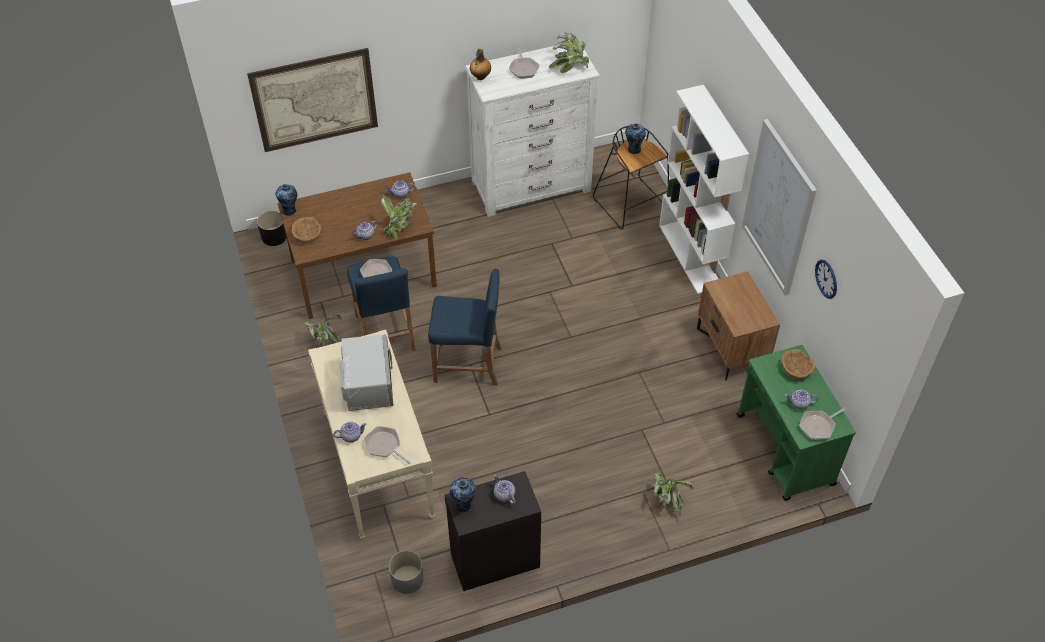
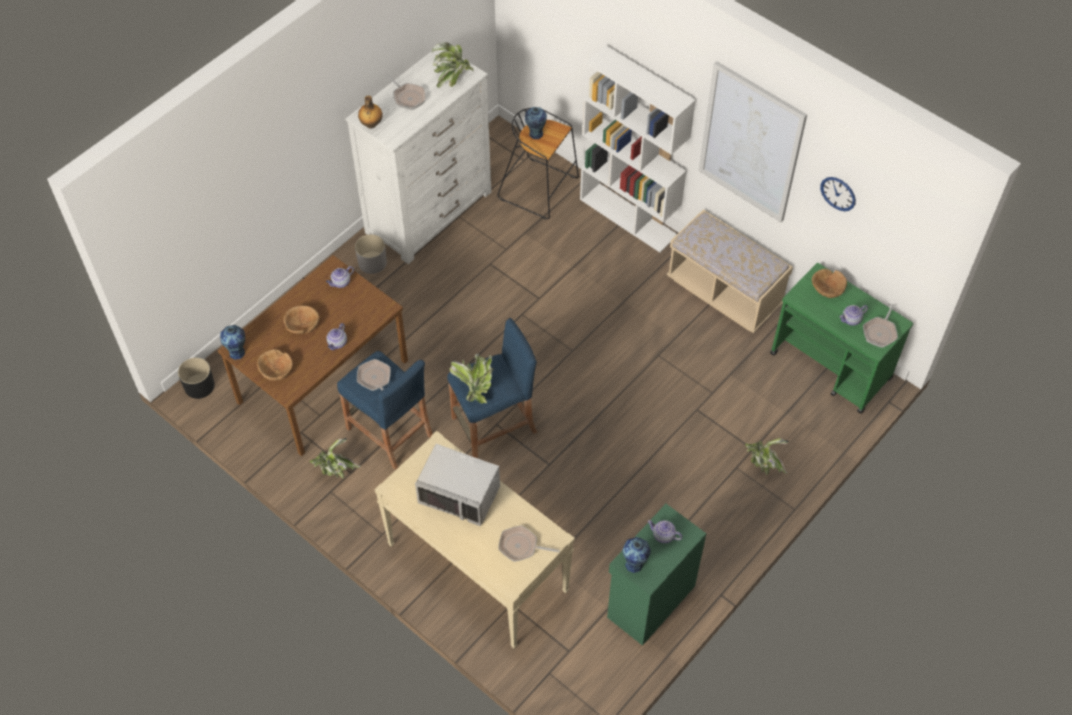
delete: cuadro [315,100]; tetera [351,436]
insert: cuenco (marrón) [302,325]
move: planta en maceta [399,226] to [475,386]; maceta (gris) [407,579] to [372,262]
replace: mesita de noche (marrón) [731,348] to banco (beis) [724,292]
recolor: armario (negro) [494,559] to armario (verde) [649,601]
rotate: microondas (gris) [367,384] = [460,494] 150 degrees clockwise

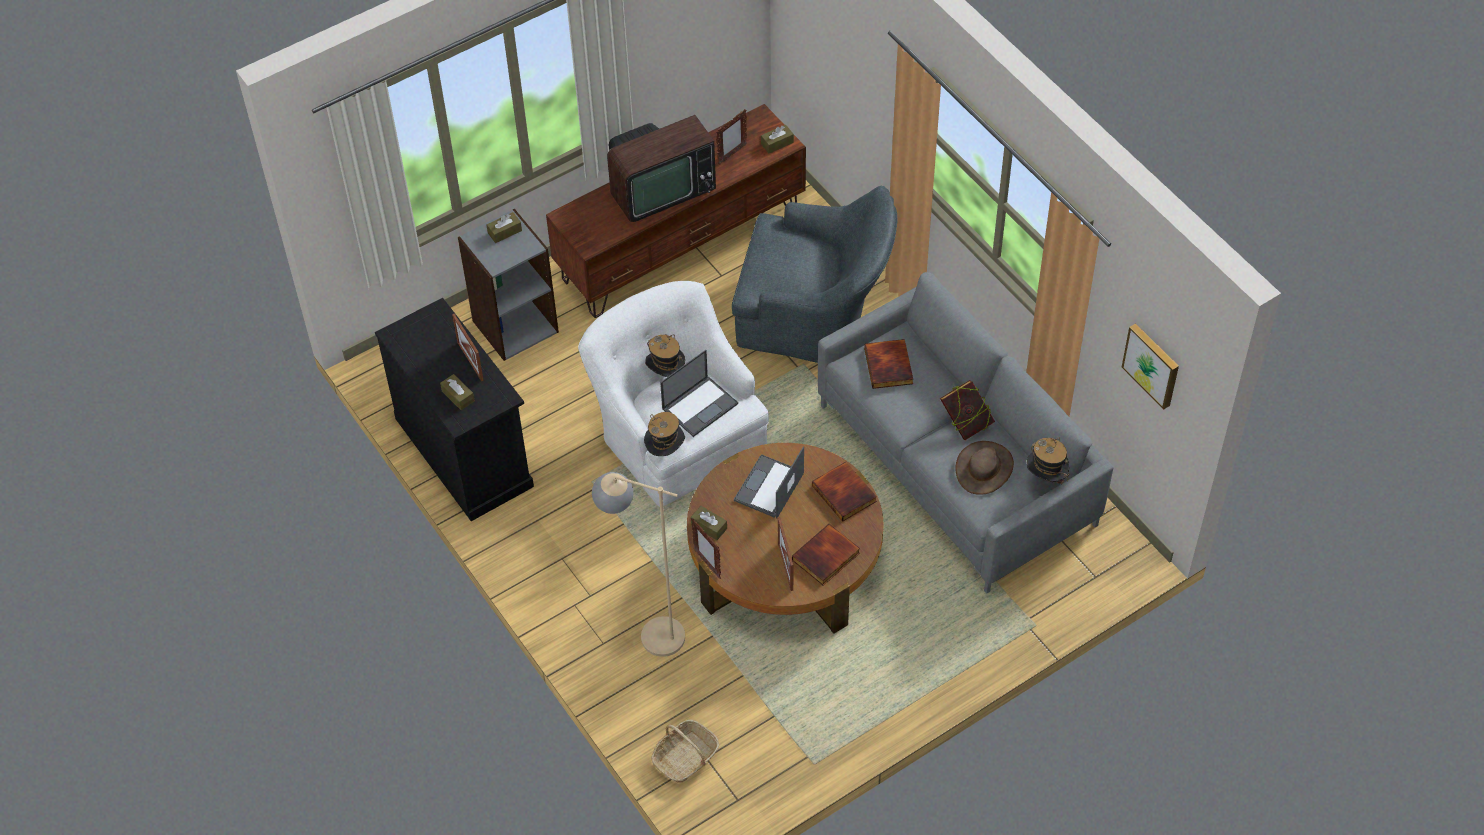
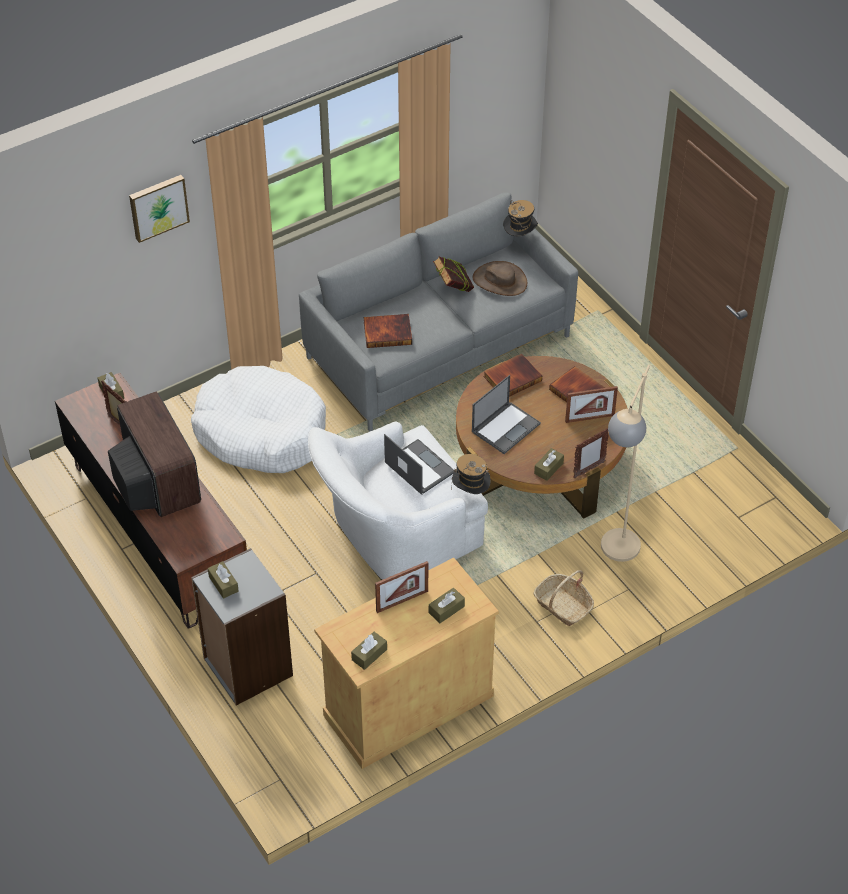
delete: sombrero [666,374]
insert: caja de pañuelos (marrón) [369,654]
move: cesta [685,758] to [563,606]; cuadro [1152,364] to [158,206]
replace: sillón (gris) [816,314] to cama para perro (blanco) [261,432]
recolor: armario (negro) [464,452] to armario (beis) [408,705]
rotate: portátil [769,488] = [506,427] 75 degrees counterclockwise

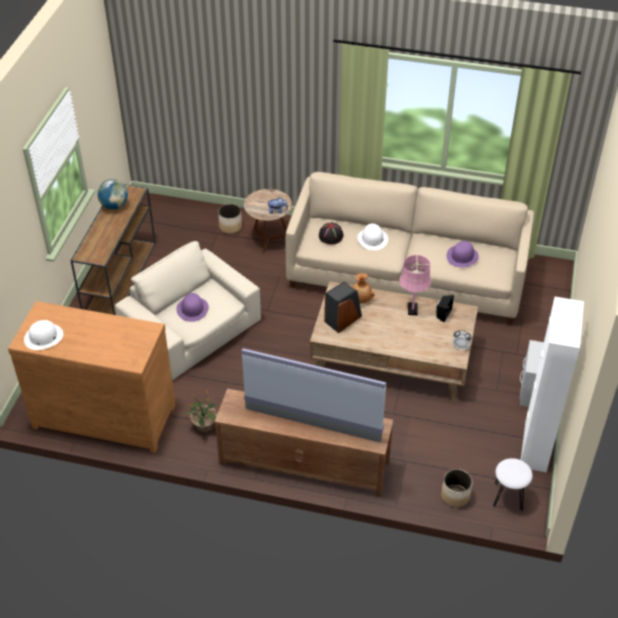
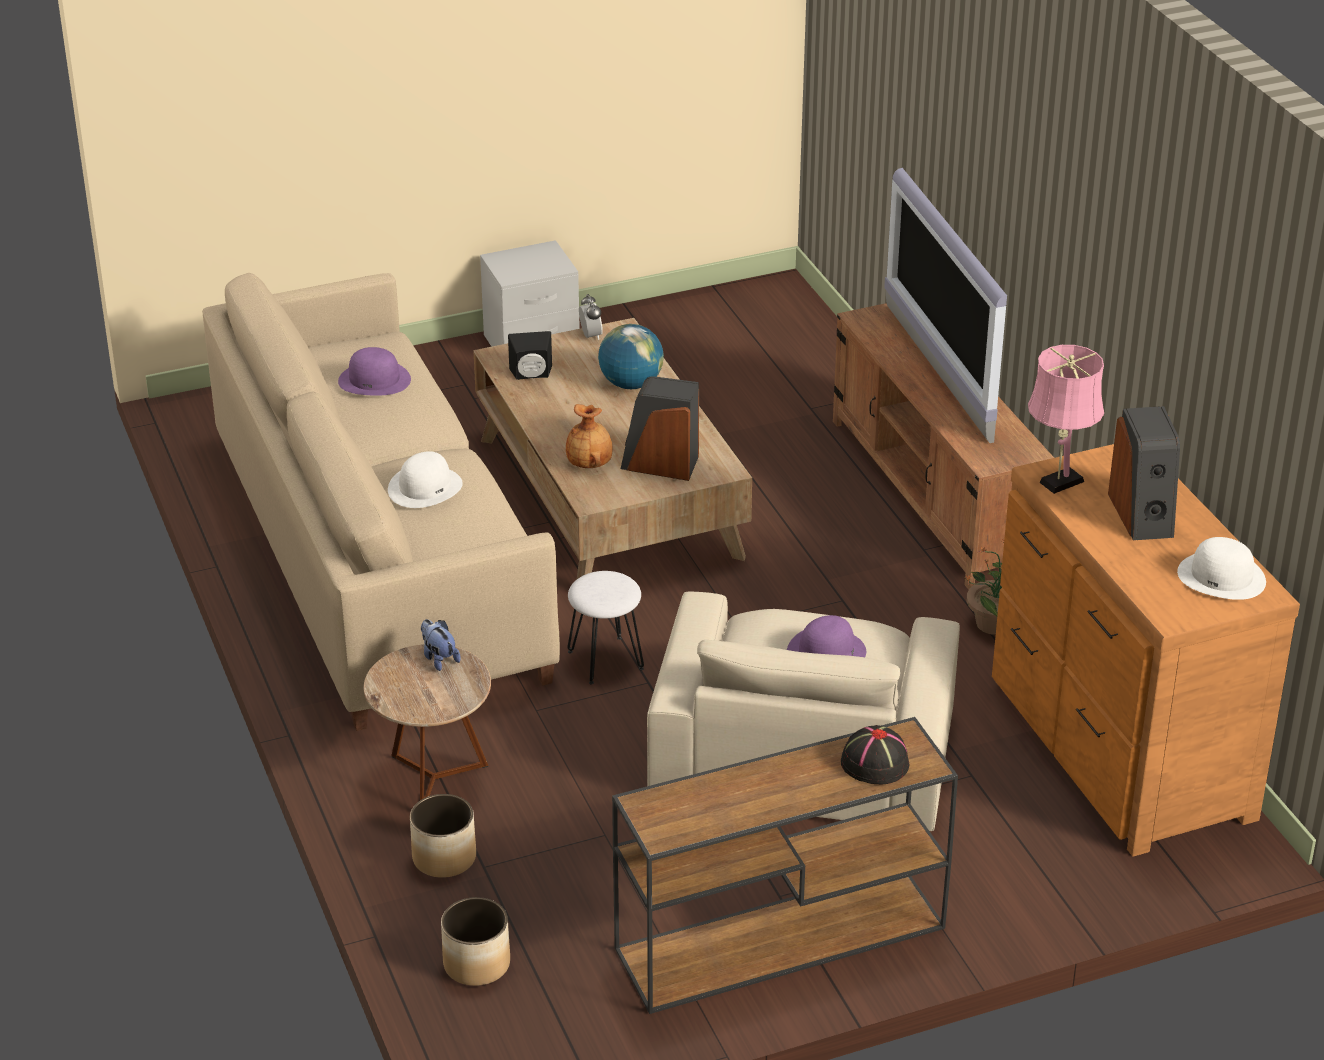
delete: armario (blanco) [535,446]
insert: altavoz [1142,514]
move: globo terráqueo [114,205] to [631,384]; sombrero (negro) [331,236] to [874,763]; lámpara de mesa (rosa) [412,308] to [1058,483]; maceta [455,496] to [477,964]; taburete (blanco) [508,498] to [606,660]

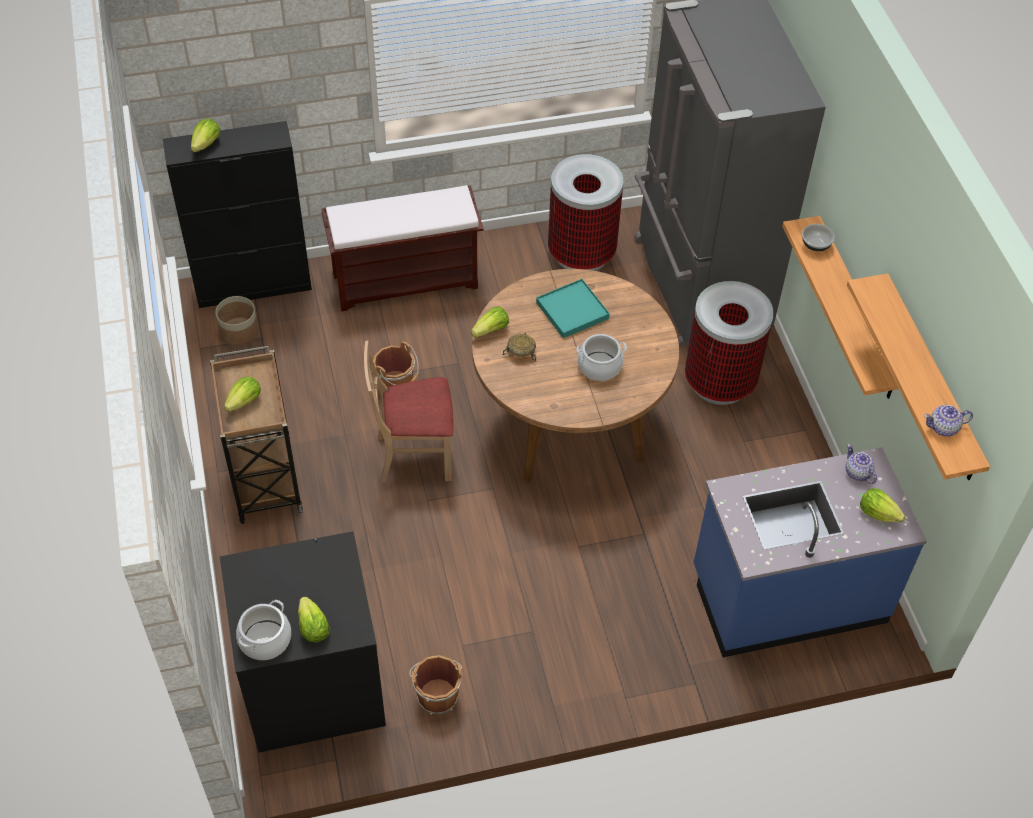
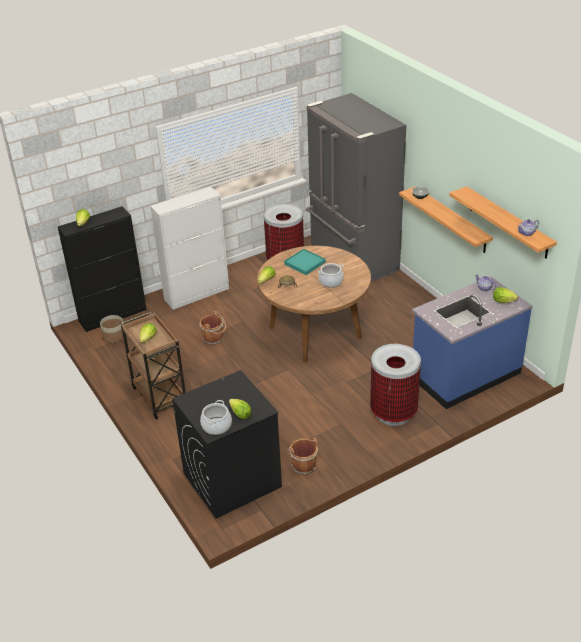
delete: silla (beis) [414,456]
move: papelera [719,382] to [393,412]
replace: banco (marrón) [406,280] to armario (blanco) [197,294]

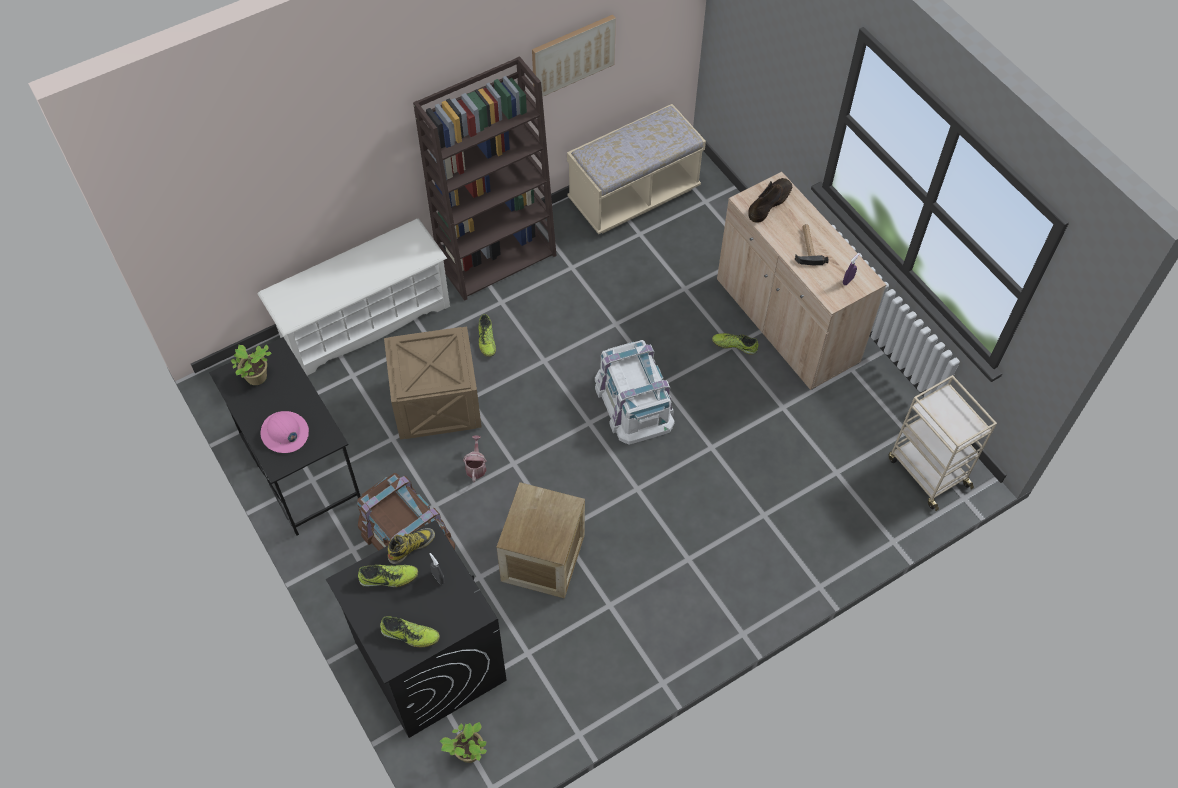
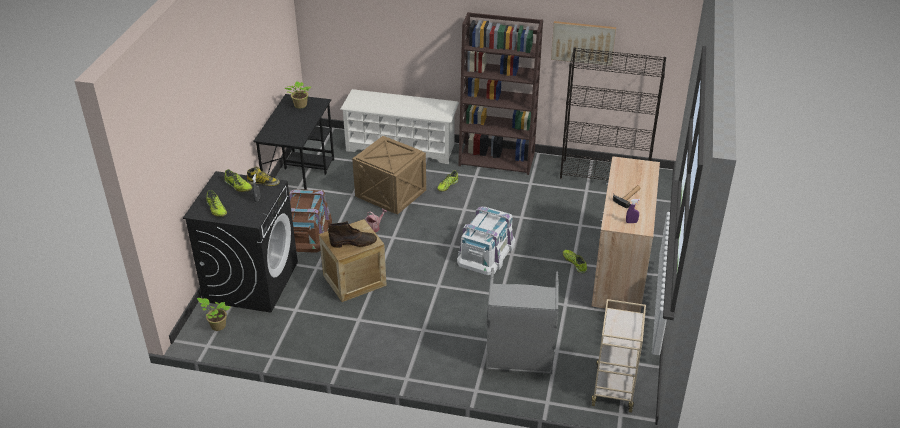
delete: casco (rosa) [284,433]
insert: cesto de la ropa (gris) [519,359]
move: bota (marrón) [770,202] to [354,242]
replace: banco (beis) [633,195] to estantería (negro) [605,174]

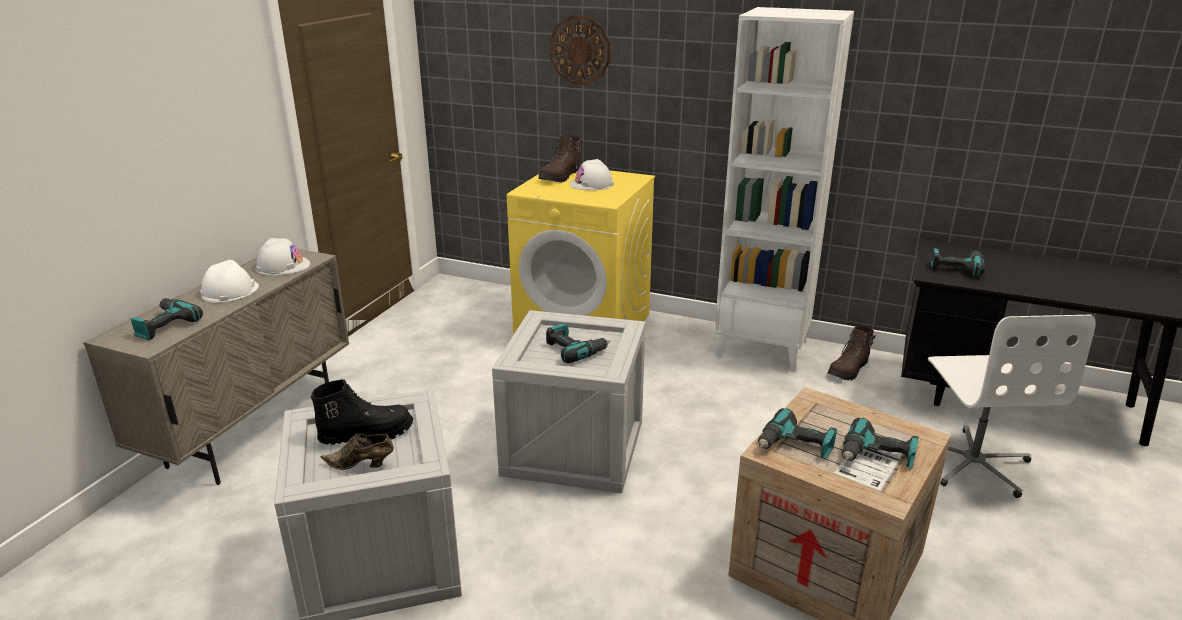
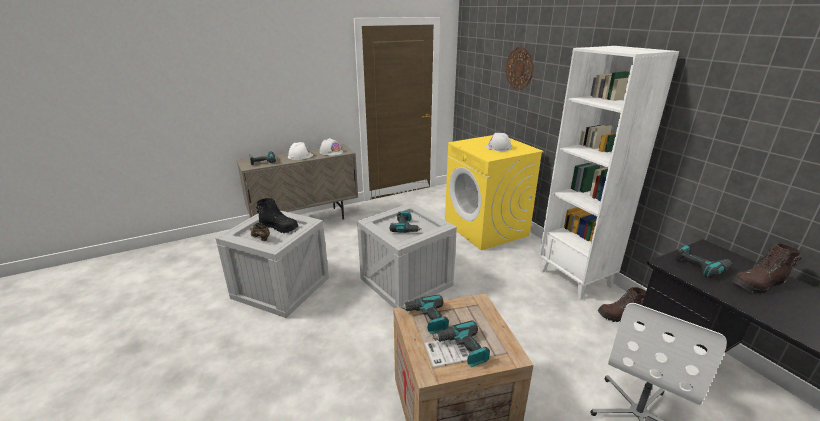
move: bota (marrón) [561,177] to [759,285]

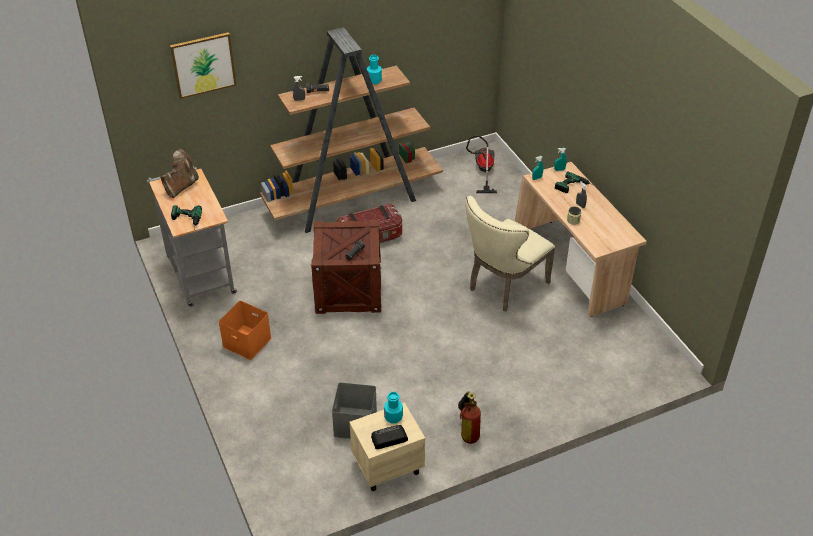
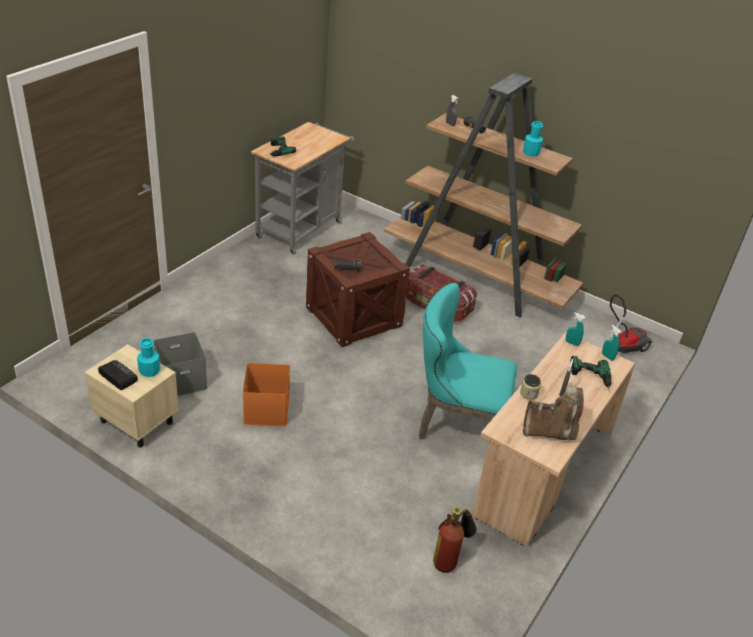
delete: cuadro [203,64]
move: bota (marrón) [181,186] to [550,432]; caja de almacenaje (naranja) [246,342] to [265,409]; extintor [468,431] to [451,558]
recolor: silla (beis) [504,287] to silla (turquesa) [456,425]

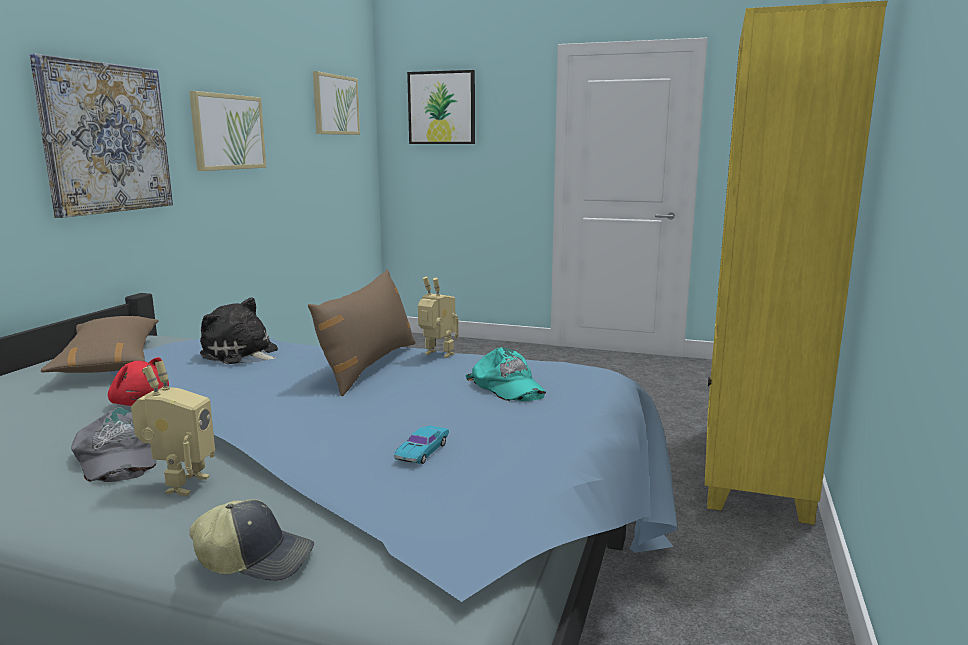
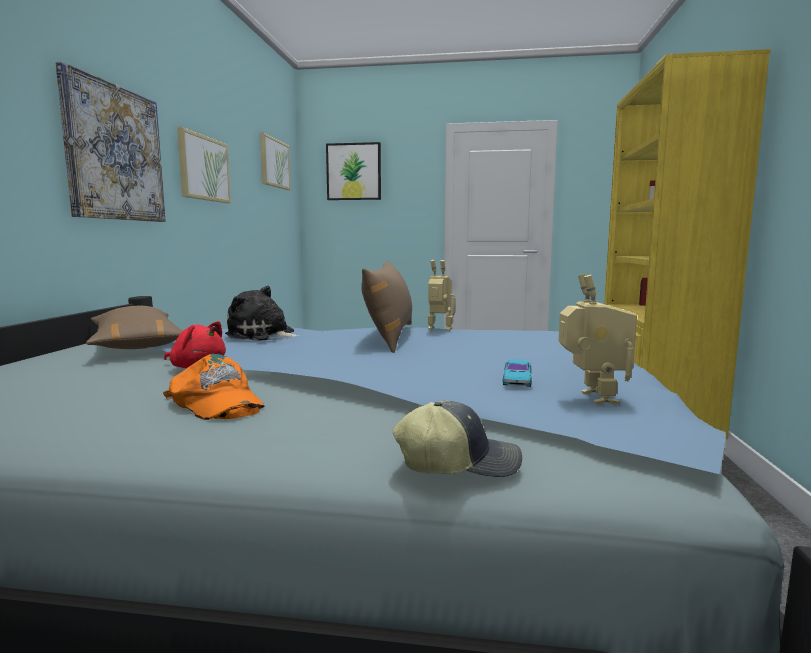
delete: gorra (turquesa) [507,386]
move: robot de juguete [180,484] to [592,398]
recolor: gorra (gris) [115,458] to gorra (naranja) [216,402]

